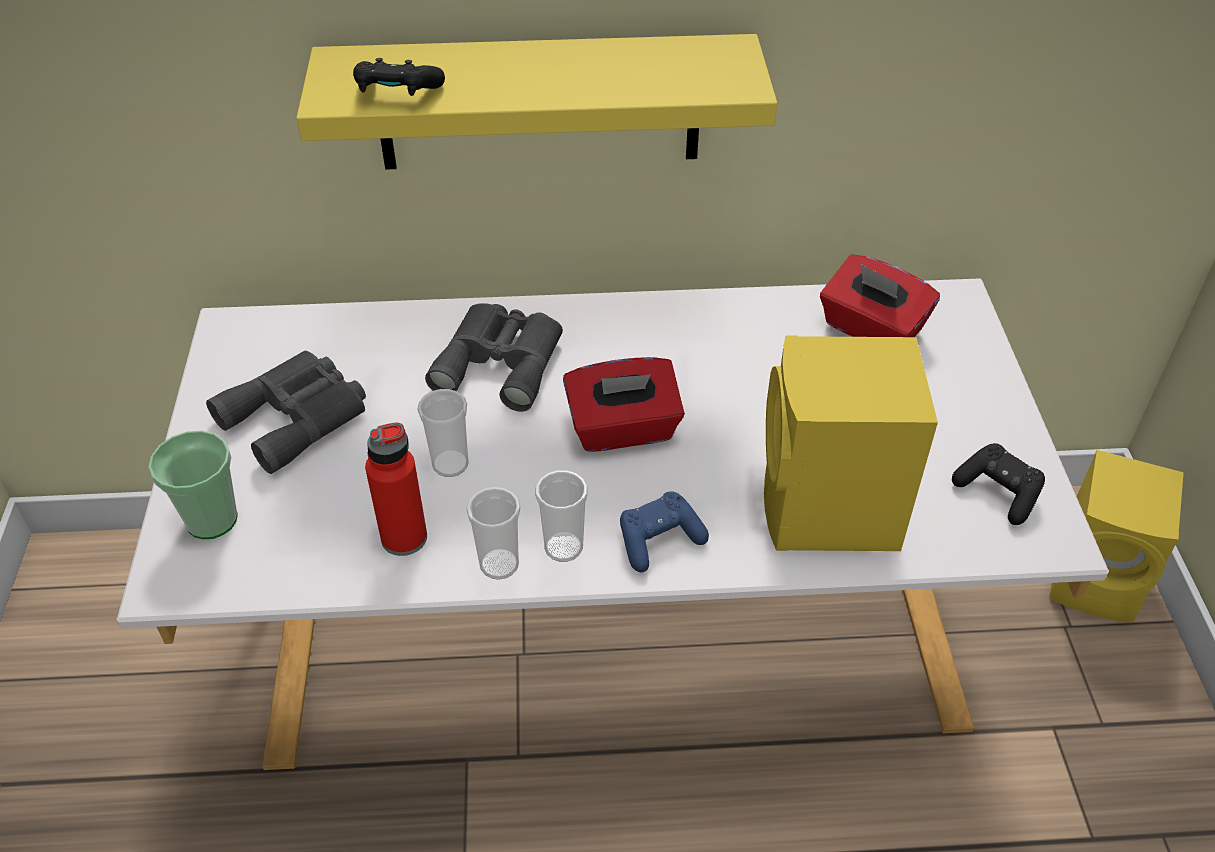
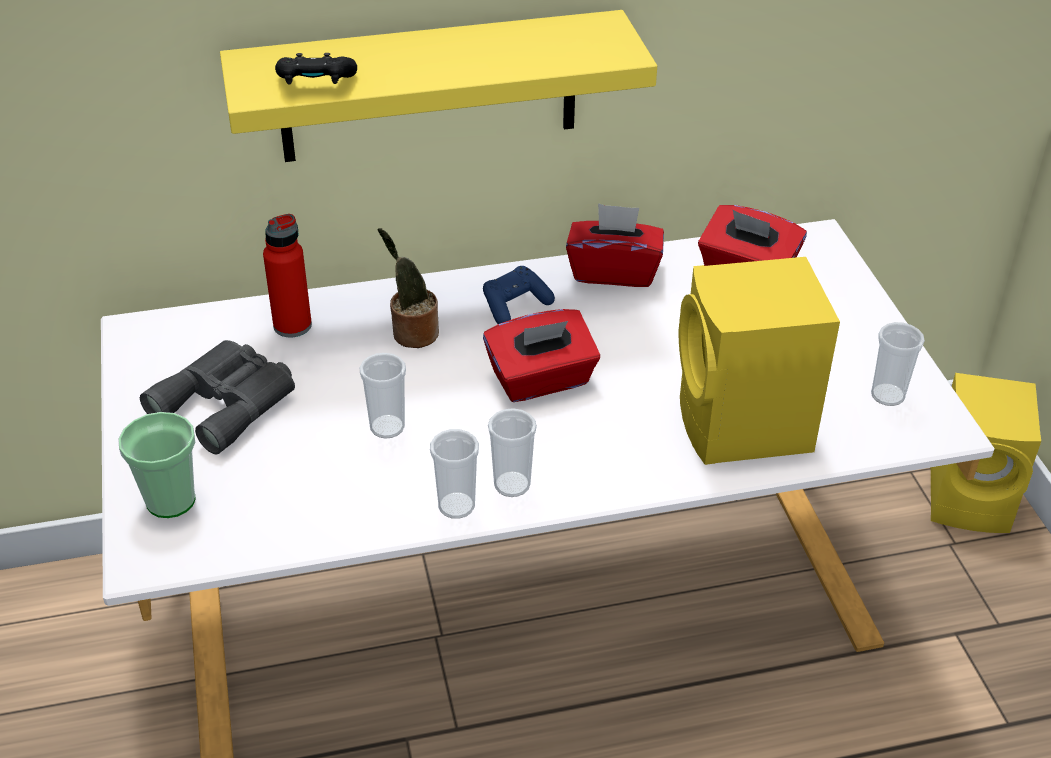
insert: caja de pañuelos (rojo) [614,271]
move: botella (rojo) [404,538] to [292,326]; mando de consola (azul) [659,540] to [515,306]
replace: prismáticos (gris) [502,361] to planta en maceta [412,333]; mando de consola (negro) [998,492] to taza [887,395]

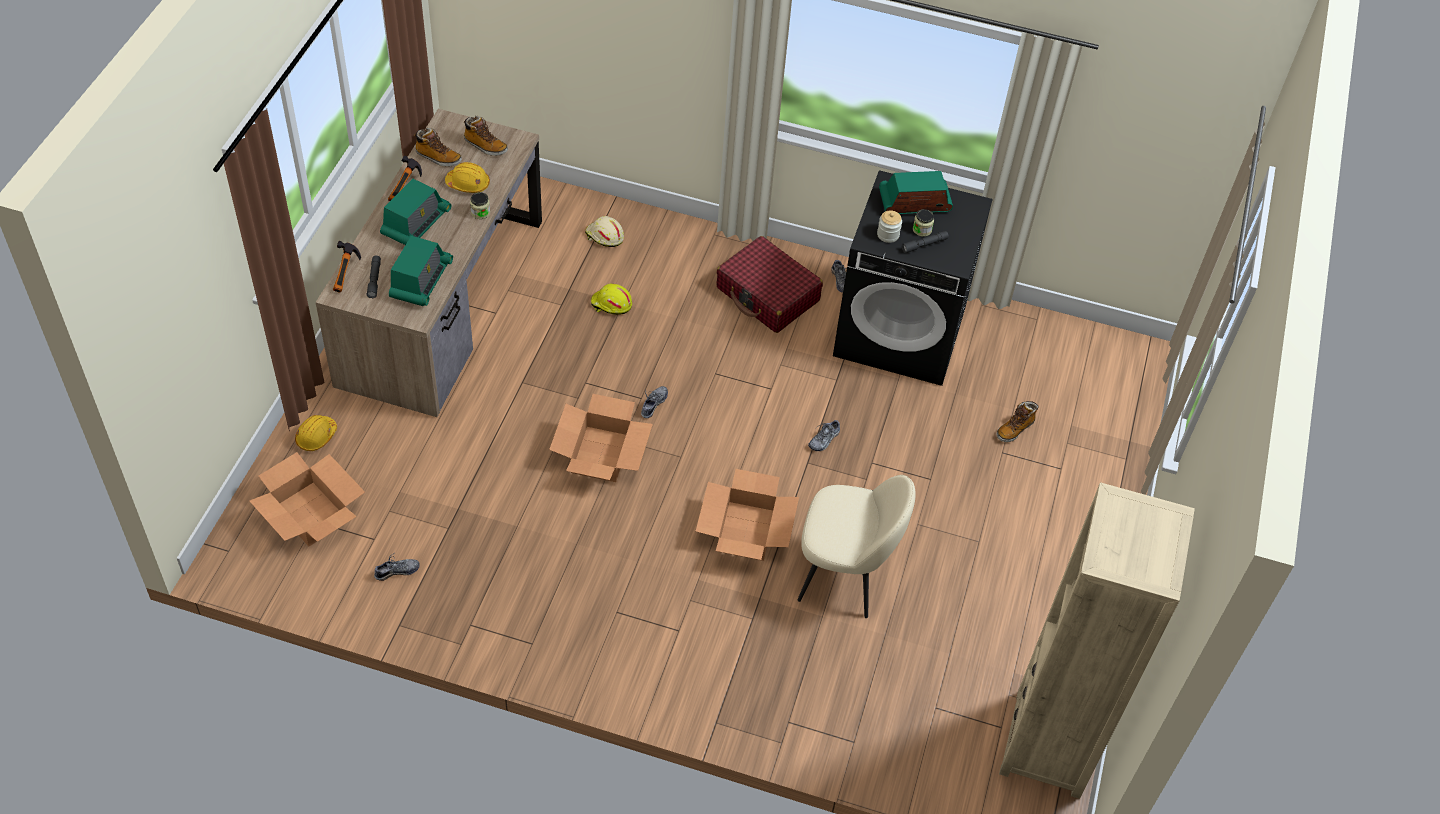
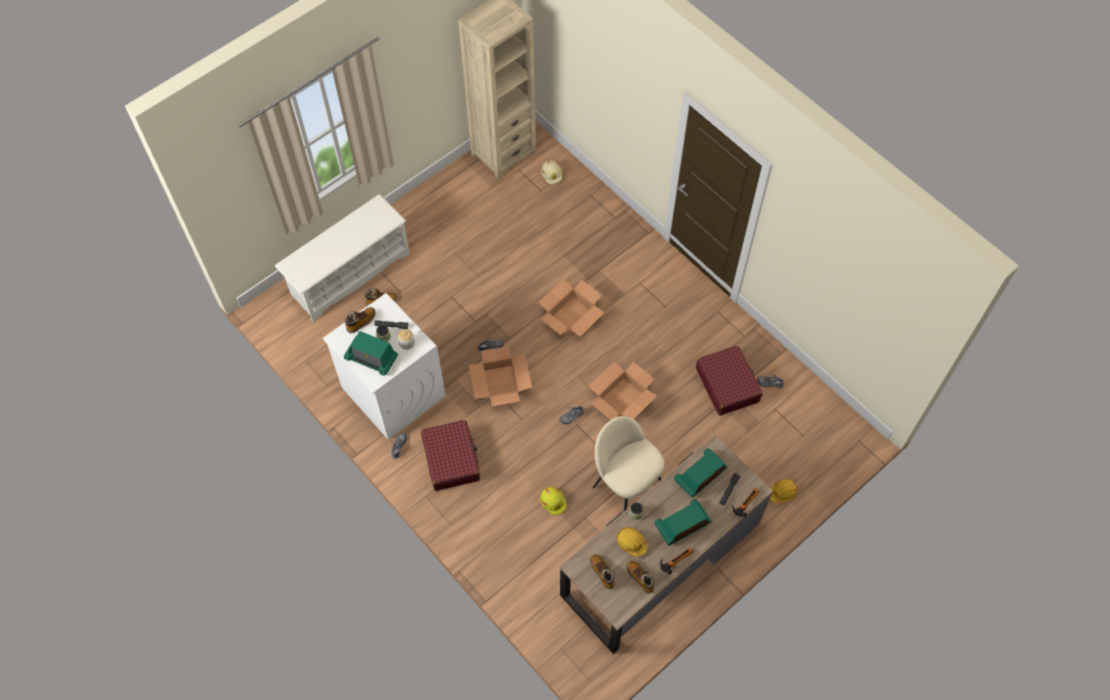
insert: zapatero (blanco) [350,274]; bota [361,322]; maleta (rojo) [727,384]
move: caja de cartón [311,514] to [501,384]; casco (beis) [604,236] to [552,174]; silla (beis) [844,575] to [625,482]
recolor: lavadora (negro) [900,333] to lavadora (blanco) [392,391]

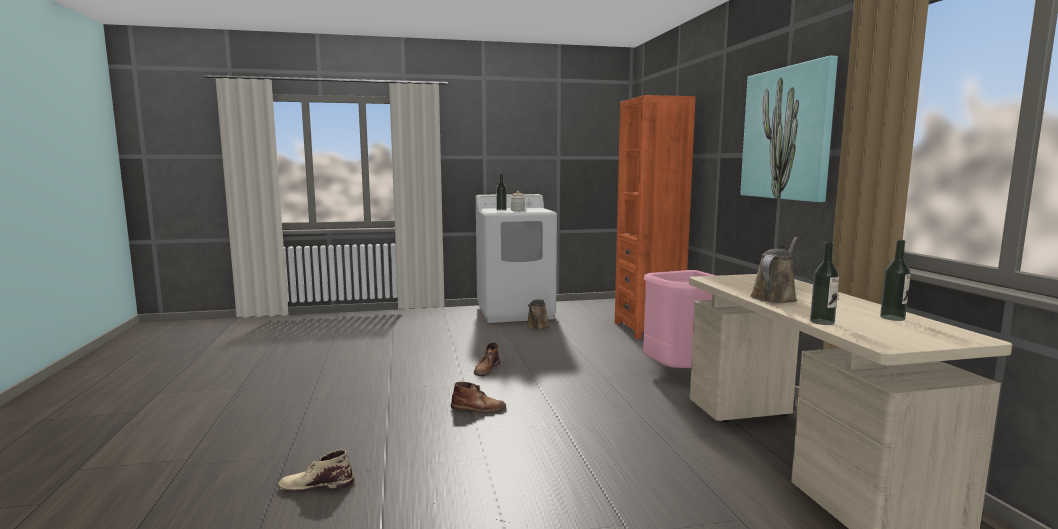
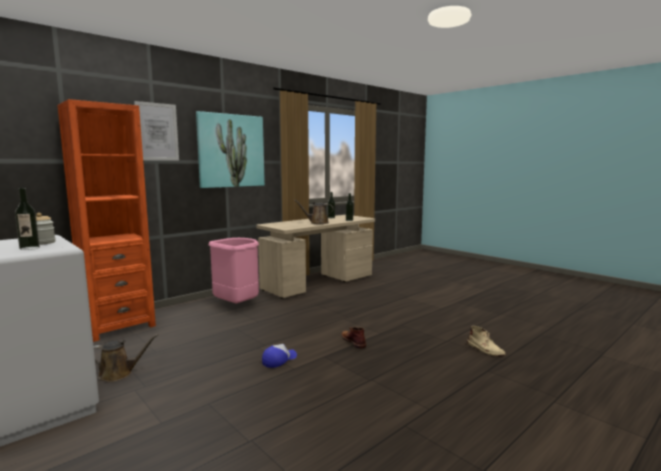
insert: cuadro [157,132]
replace: bota (marrón) [486,369] to gorra [279,360]

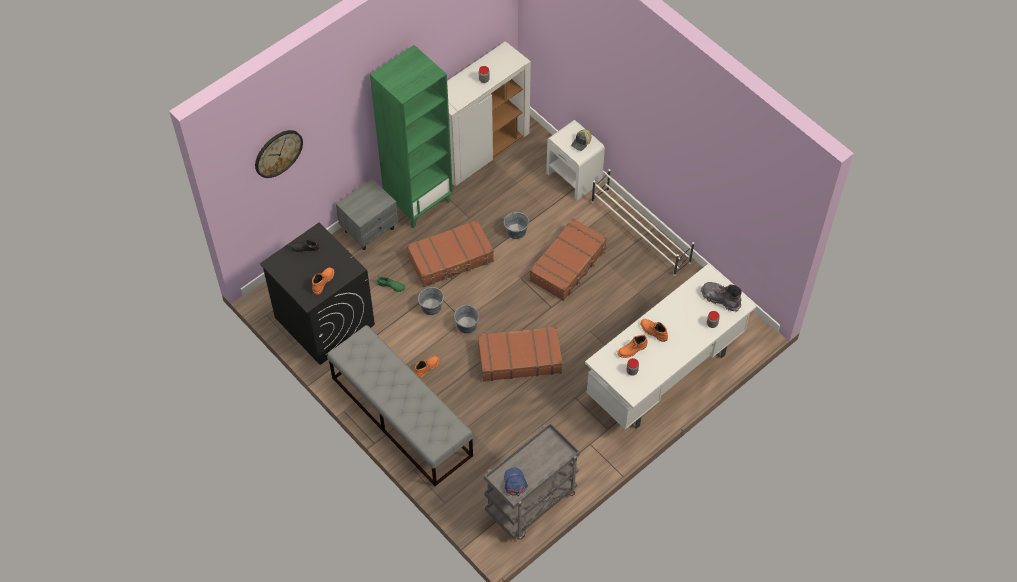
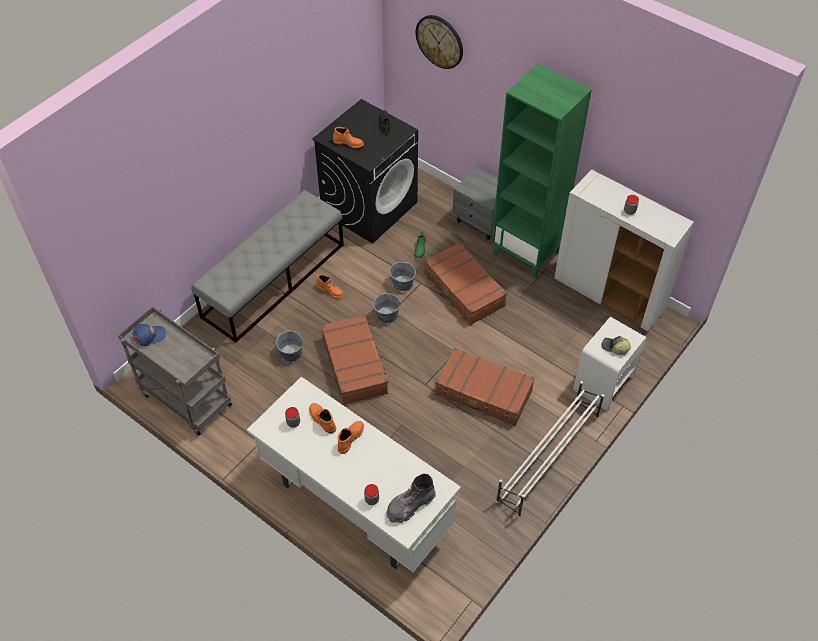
move: cubo (gris) [516,231] to [291,353]
rotate: bota (gris) [720,299] = [410,505] 150 degrees counterclockwise

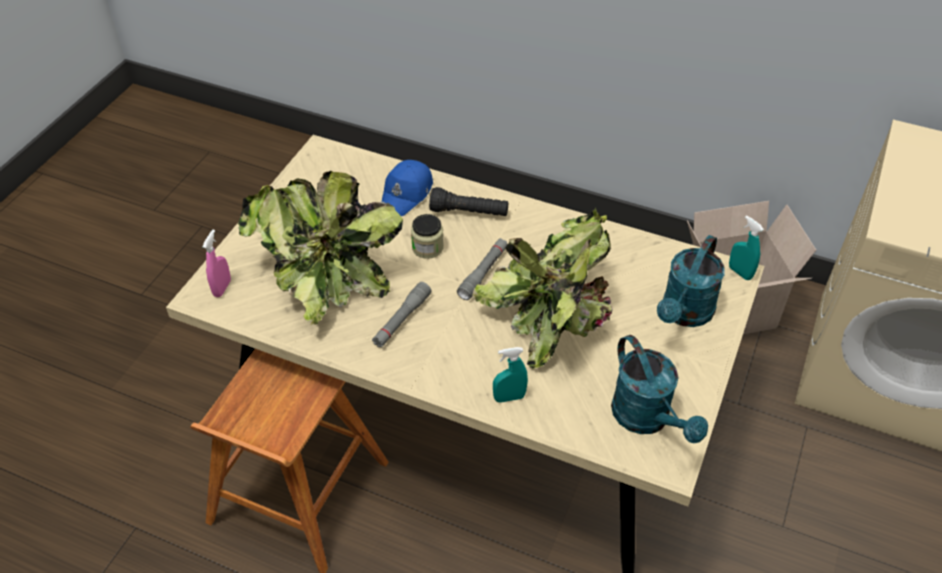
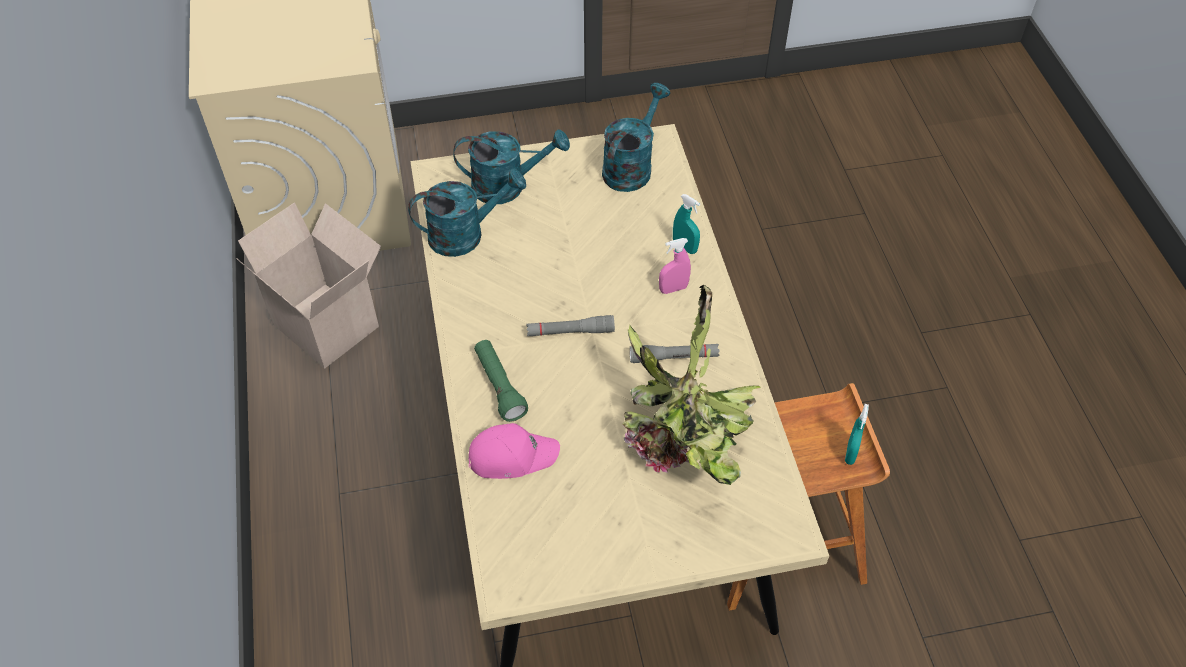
delete: tarro [427,248]; planta en maceta [551,317]
insert: regadera (turquesa) [466,234]
move: pulverizador (rosa) [222,288] to [673,289]; pulverizador (turquesa) [740,272] to [850,453]
recolor: gorra (azul) [407,193] to gorra (rosa) [511,455]; linterna (negro) [469,212] to linterna (verde) [499,386]

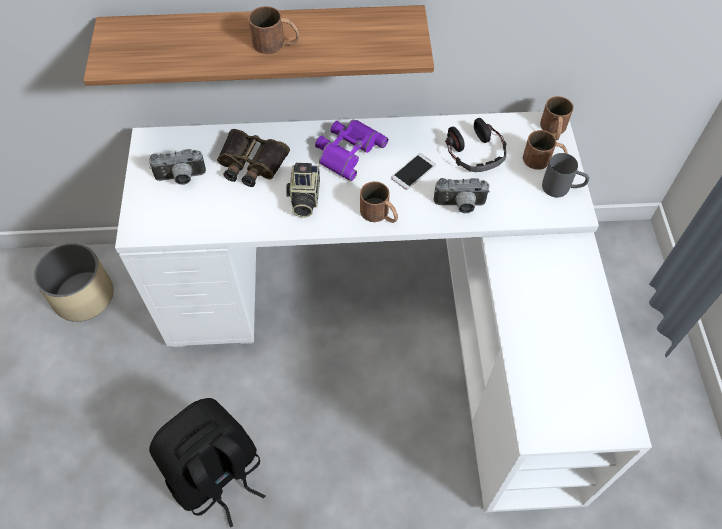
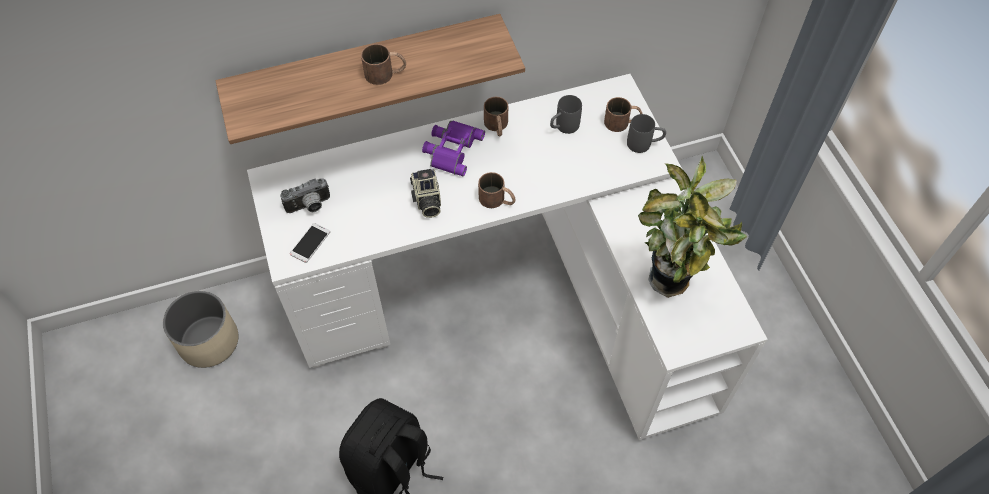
delete: prismáticos [250,164]; cámara [460,206]
insert: planta en maceta [671,284]
move: móvil [413,171] to [310,243]; taza grande (marrón) [553,130] to [497,126]
replace: auriculares [475,152] to taza grande (gris) [563,127]

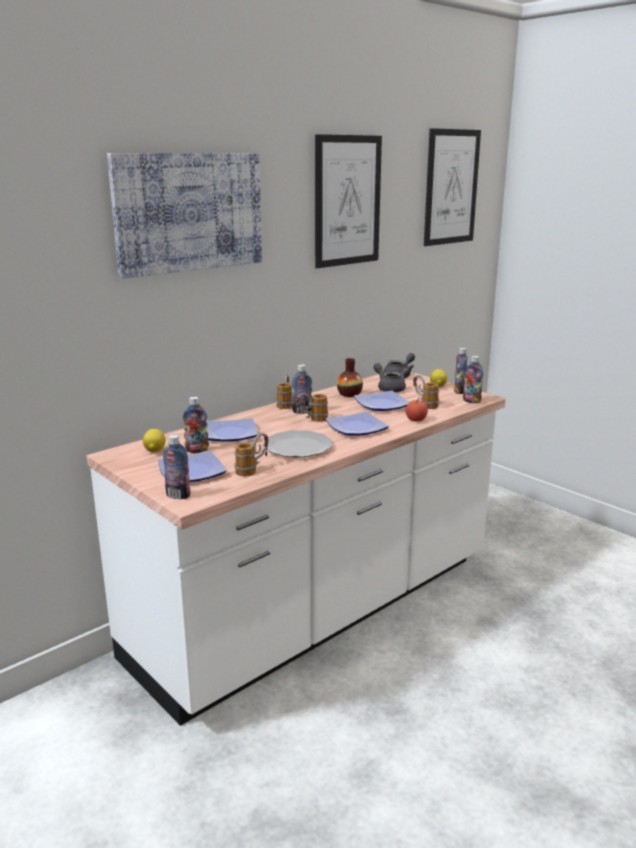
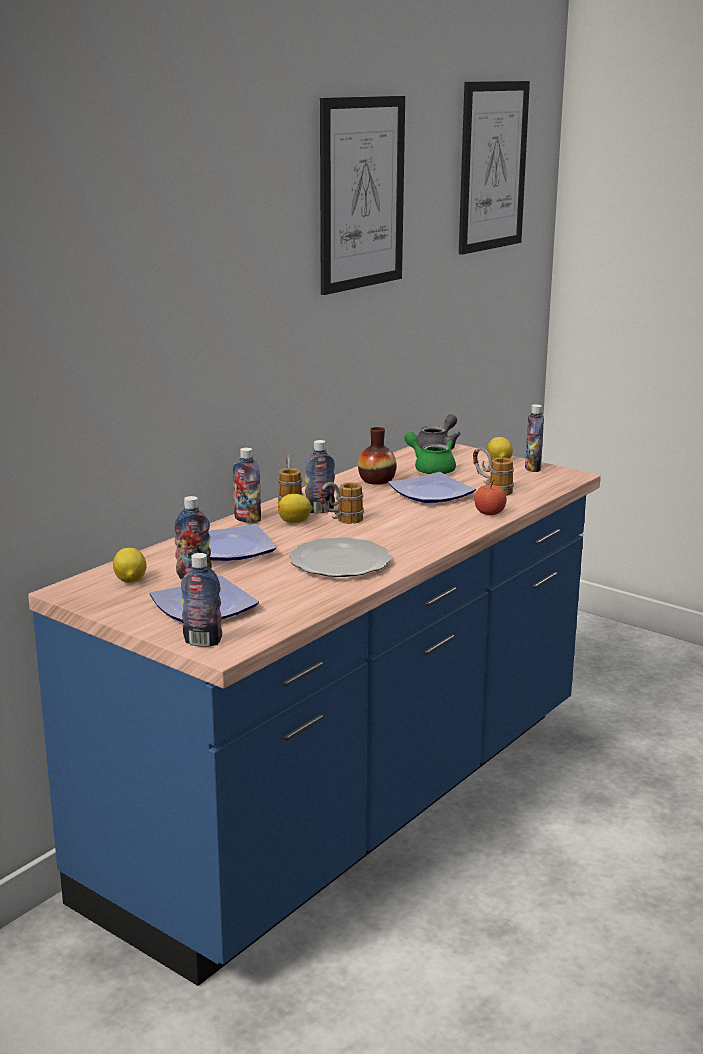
delete: cuadro [189,212]; taza grande [253,469]; plato [357,427]
insert: limón [295,522]
move: botella [471,401] to [247,519]
recolor: mueble bajo de cocina (blanco) [318,610] to mueble bajo de cocina (azul) [350,805]; tetera (gris) [389,388] to tetera (verde) [431,469]

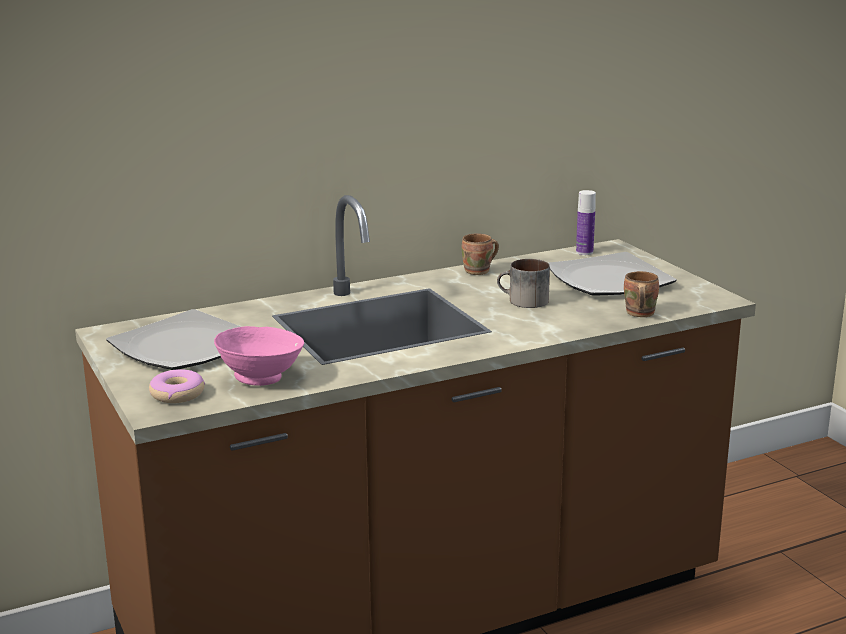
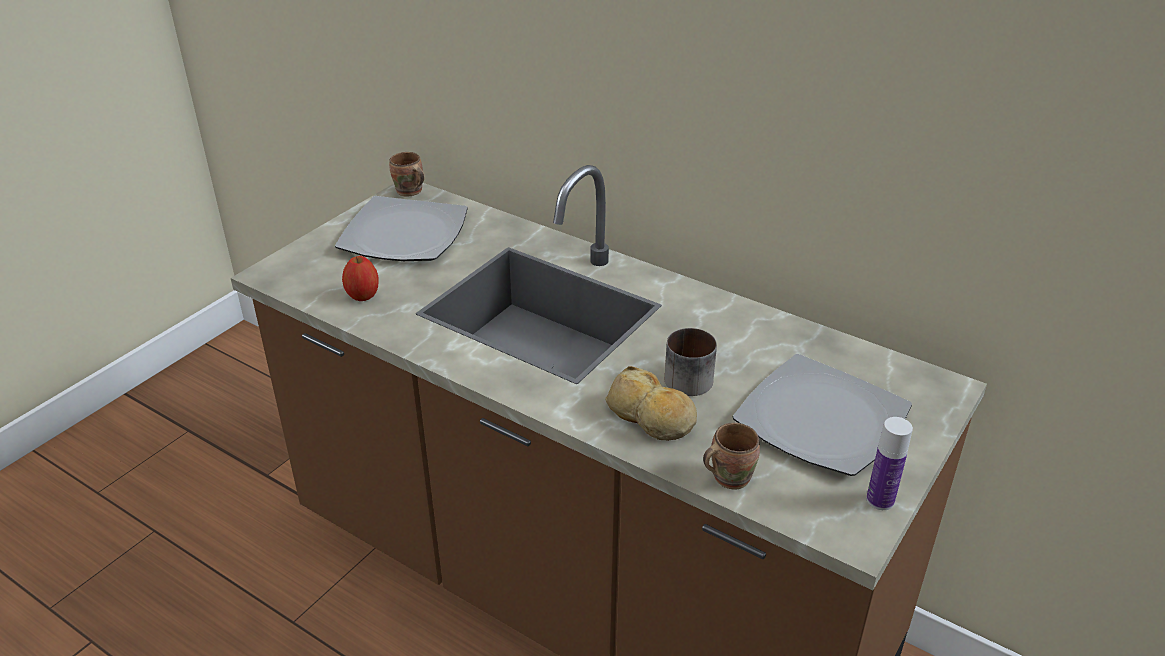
delete: rosquilla [177,394]
insert: pan [651,417]
move: taza grande (marrón) [479,271] to [409,192]; botella [584,252] to [880,500]
replace: cuenco (rosa) [262,378] to manzana [363,295]

